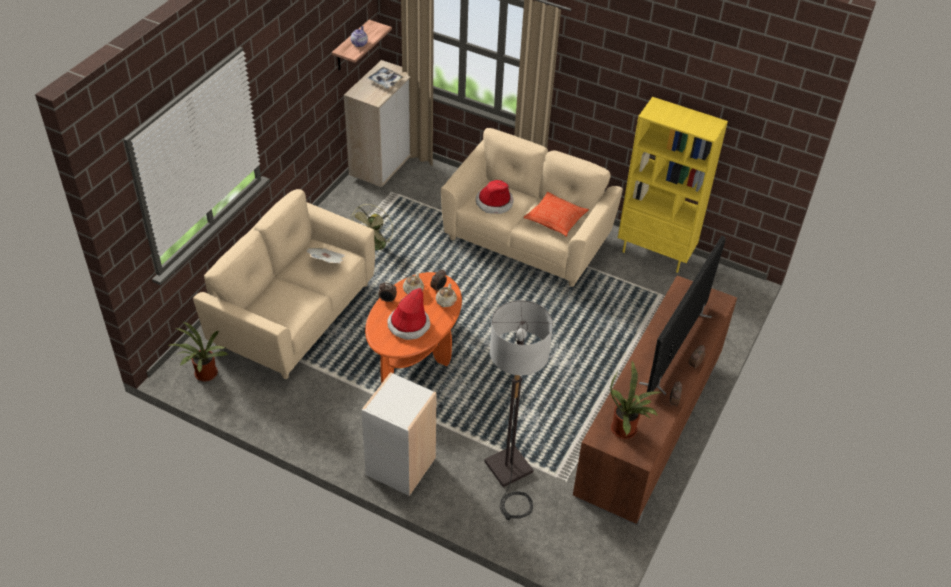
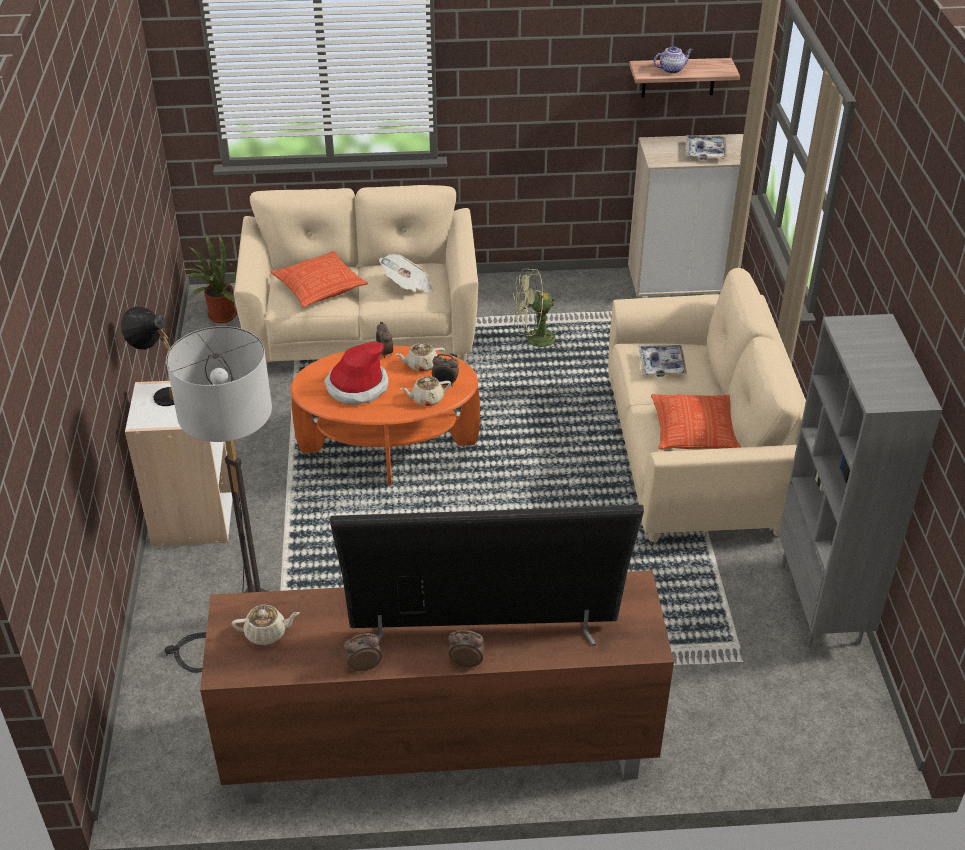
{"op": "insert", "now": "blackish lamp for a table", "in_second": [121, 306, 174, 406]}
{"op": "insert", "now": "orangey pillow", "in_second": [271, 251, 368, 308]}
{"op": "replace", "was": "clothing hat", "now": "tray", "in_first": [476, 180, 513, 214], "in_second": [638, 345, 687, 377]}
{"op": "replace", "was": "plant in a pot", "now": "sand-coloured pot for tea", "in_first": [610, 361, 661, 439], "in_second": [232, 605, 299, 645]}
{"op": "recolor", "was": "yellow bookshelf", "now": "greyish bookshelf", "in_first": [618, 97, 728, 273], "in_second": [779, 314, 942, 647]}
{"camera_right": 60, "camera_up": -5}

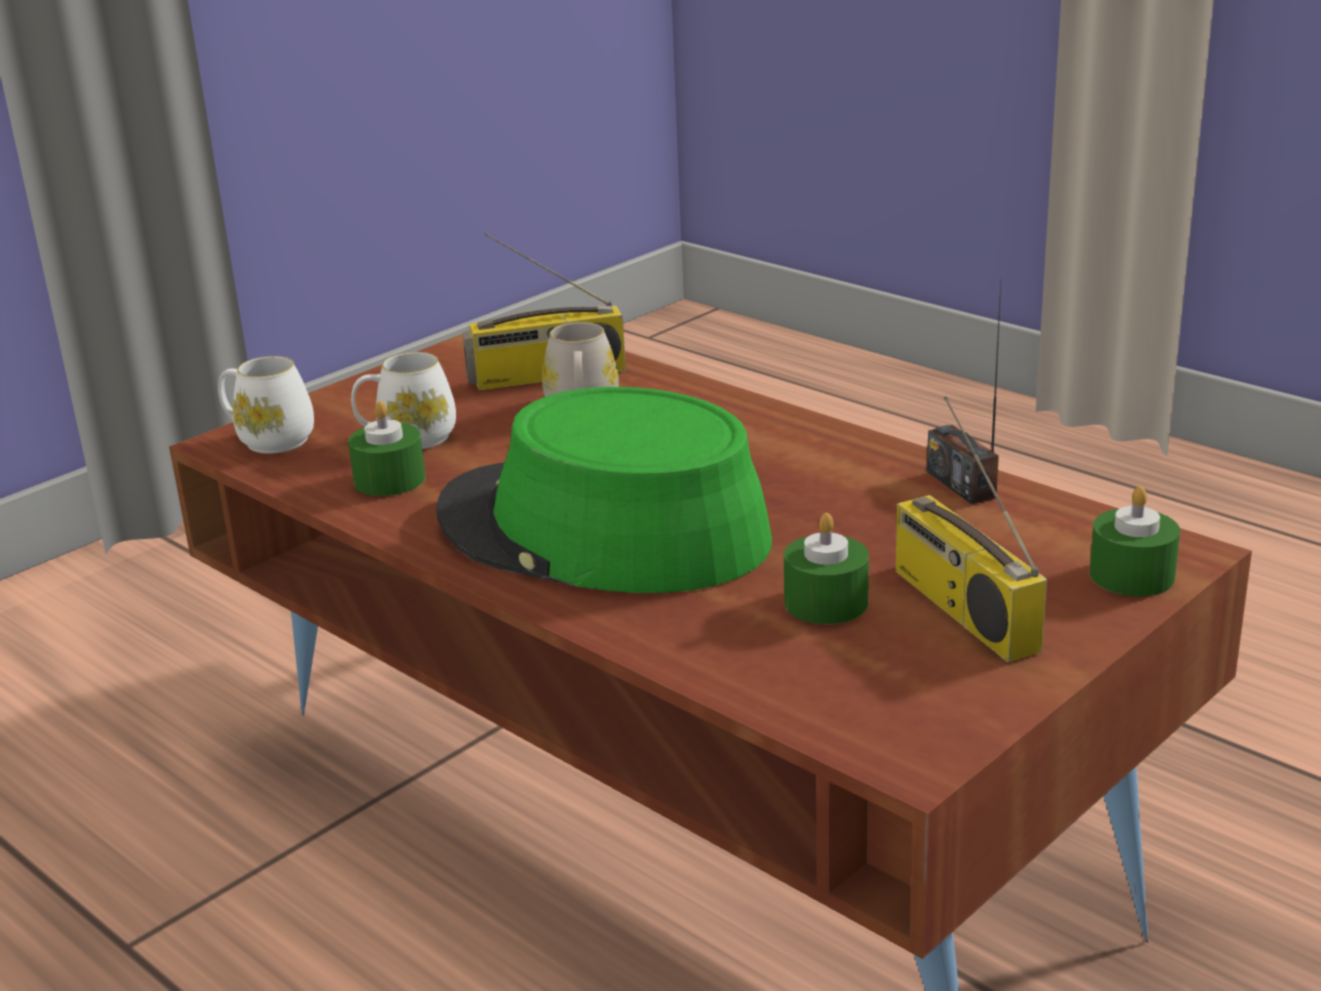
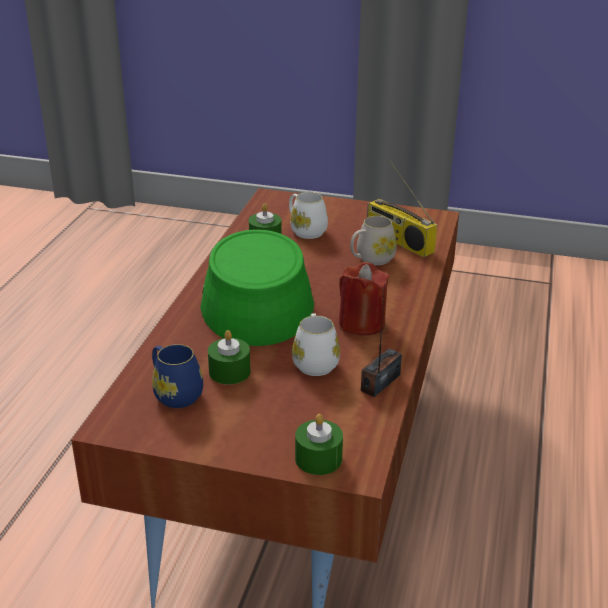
{"op": "delete", "was": "radio set", "in_first": [896, 396, 1047, 662]}
{"op": "insert", "now": "blue coffee mug", "in_second": [152, 344, 203, 408]}
{"op": "insert", "now": "red-coloured candle", "in_second": [339, 262, 389, 336]}
{"op": "move", "was": "whitish coffee mug", "in_first": [218, 356, 314, 453], "in_second": [292, 313, 340, 376]}
{"camera_right": 60, "camera_up": 5}

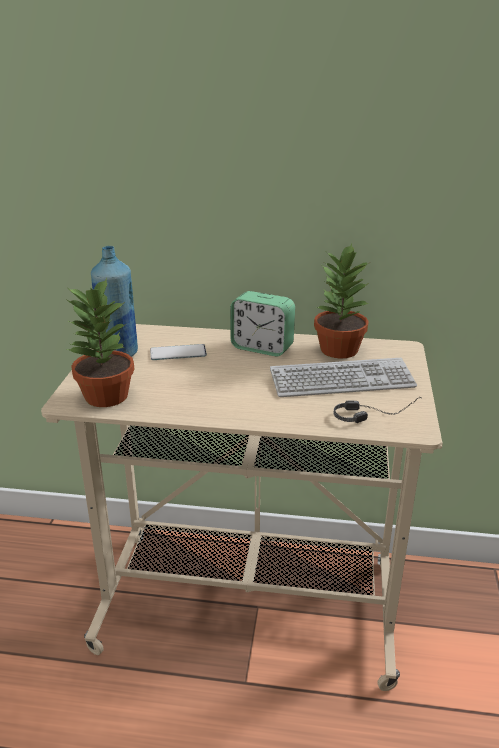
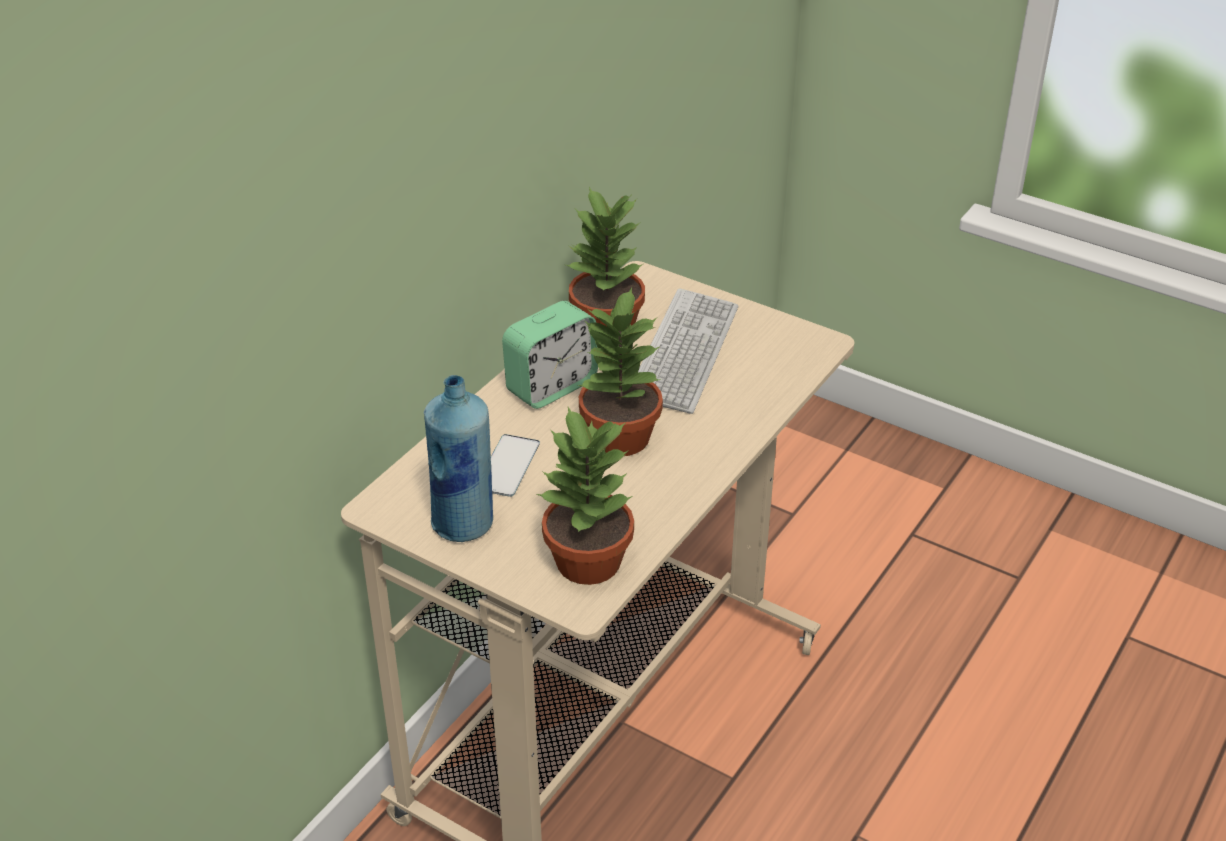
{"op": "delete", "was": "headphones", "in_first": [333, 397, 421, 423]}
{"op": "insert", "now": "plant in a pot", "in_second": [578, 288, 663, 456]}
{"camera_right": -65, "camera_up": 10}

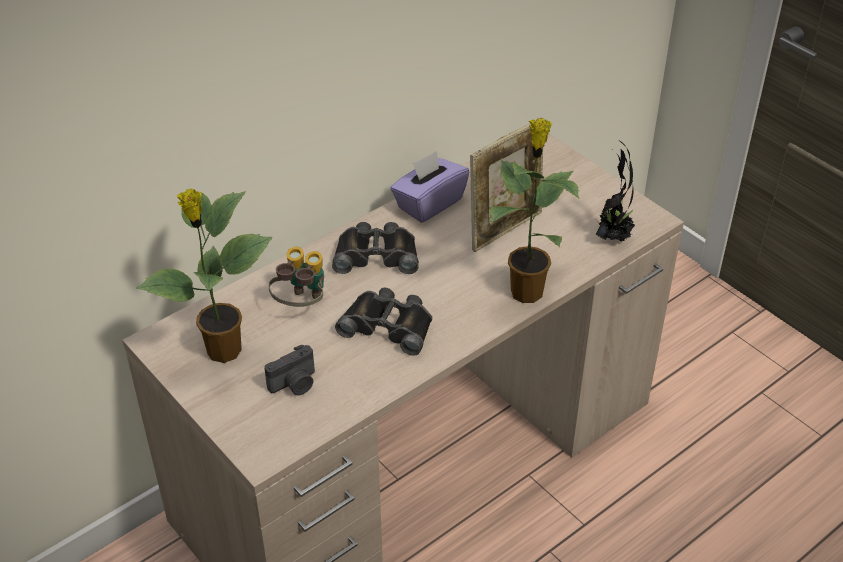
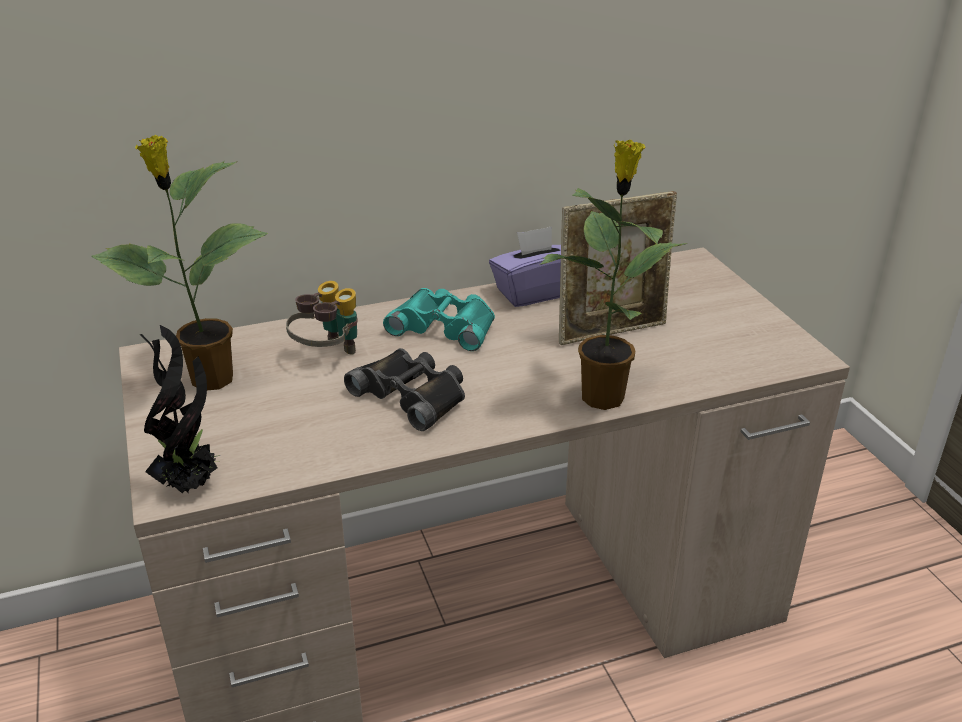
{"op": "delete", "was": "photo camera", "in_first": [264, 345, 315, 395]}
{"op": "move", "was": "plant in a pot", "in_first": [595, 141, 635, 242], "in_second": [139, 325, 220, 493]}
{"op": "recolor", "was": "blackish pair of binoculars", "now": "turquoise pair of binoculars", "in_first": [332, 222, 419, 274], "in_second": [383, 288, 495, 351]}
{"camera_right": 20, "camera_up": -10}

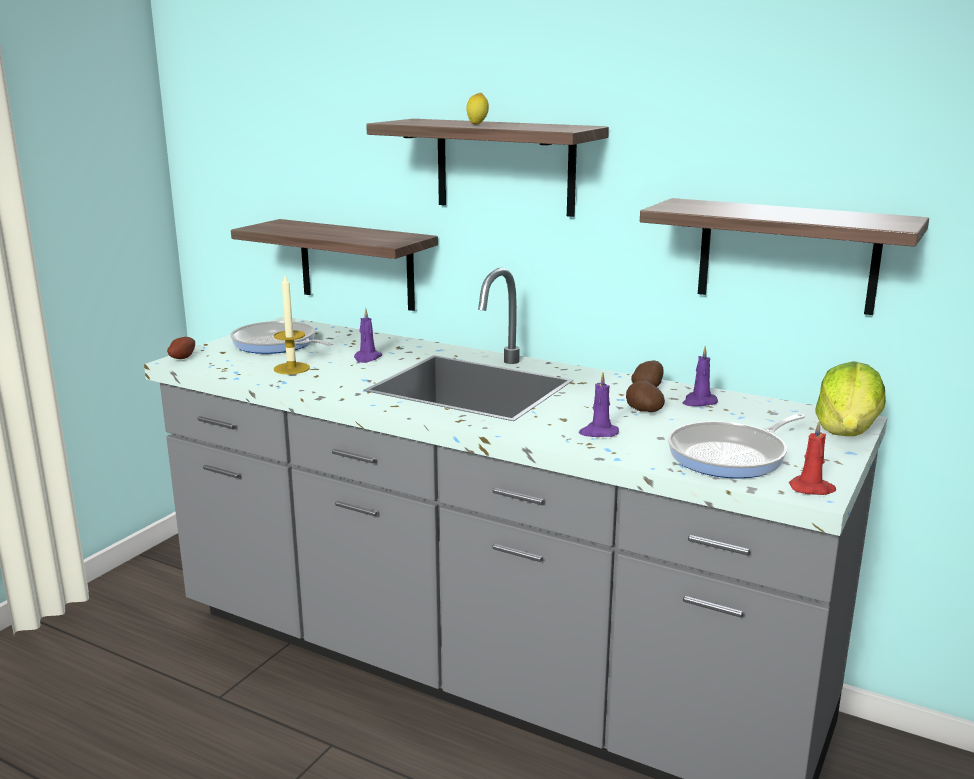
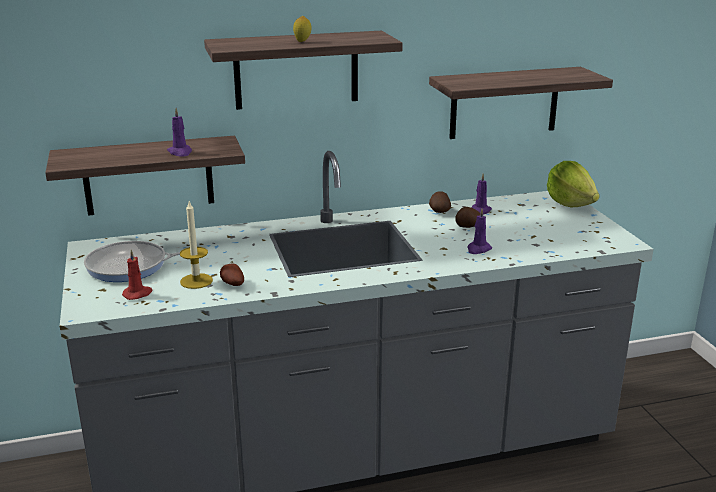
{"op": "delete", "was": "pan", "in_first": [668, 414, 805, 478]}
{"op": "move", "was": "potato", "in_first": [167, 337, 195, 359], "in_second": [220, 264, 244, 286]}
{"op": "move", "was": "purplish candle", "in_first": [354, 308, 382, 363], "in_second": [167, 108, 192, 157]}
{"op": "move", "was": "red-coloured candle", "in_first": [789, 420, 836, 495], "in_second": [122, 249, 153, 300]}
{"camera_right": -45, "camera_up": 5}

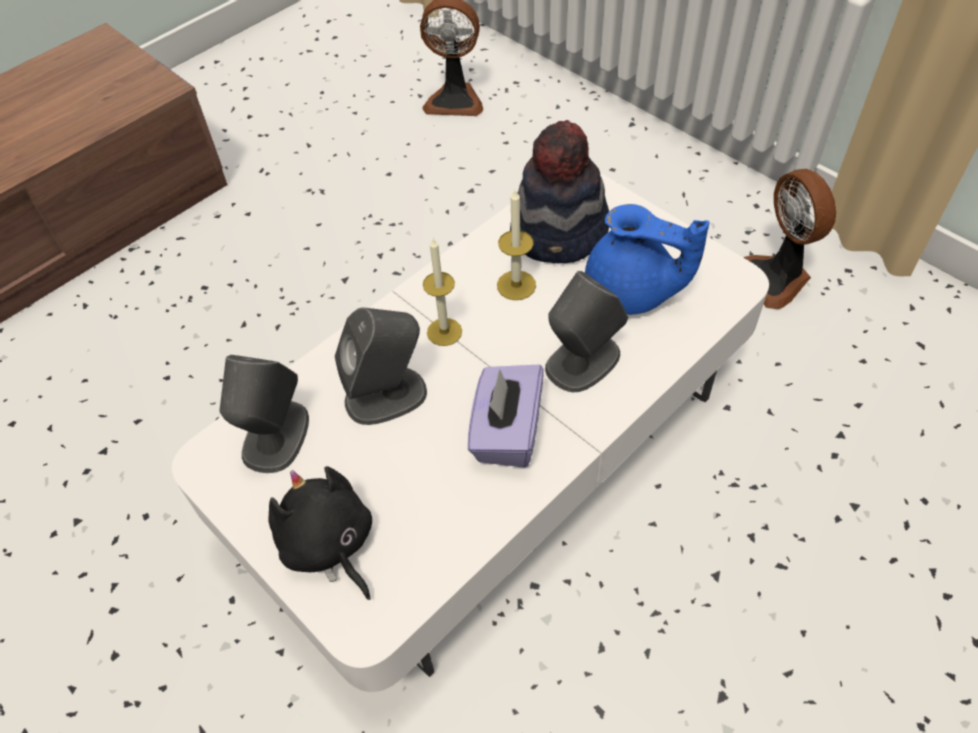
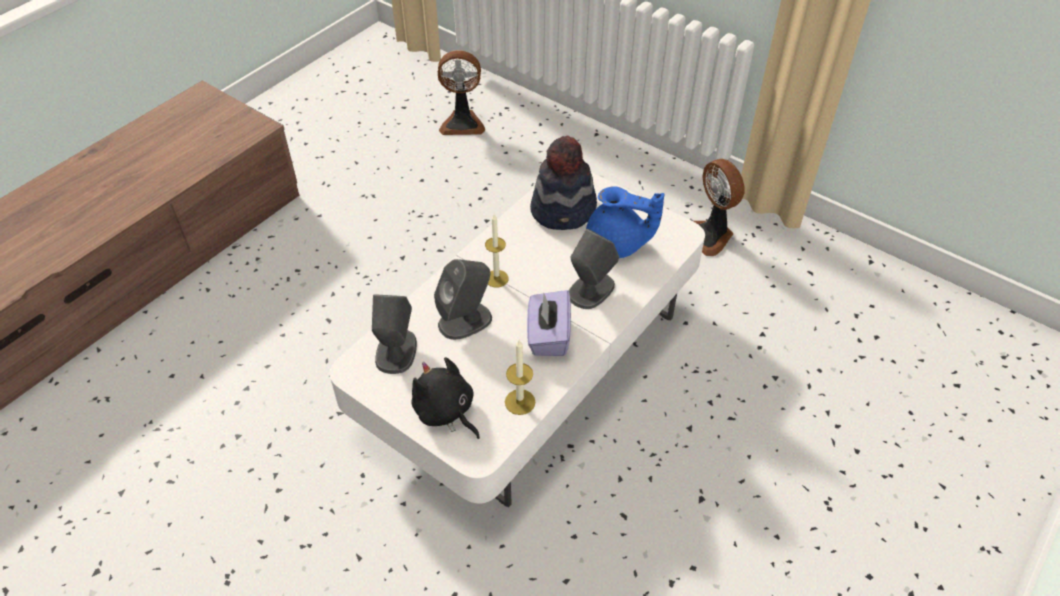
{"op": "move", "was": "candle", "in_first": [497, 190, 536, 300], "in_second": [505, 340, 535, 415]}
{"camera_right": -10, "camera_up": -5}

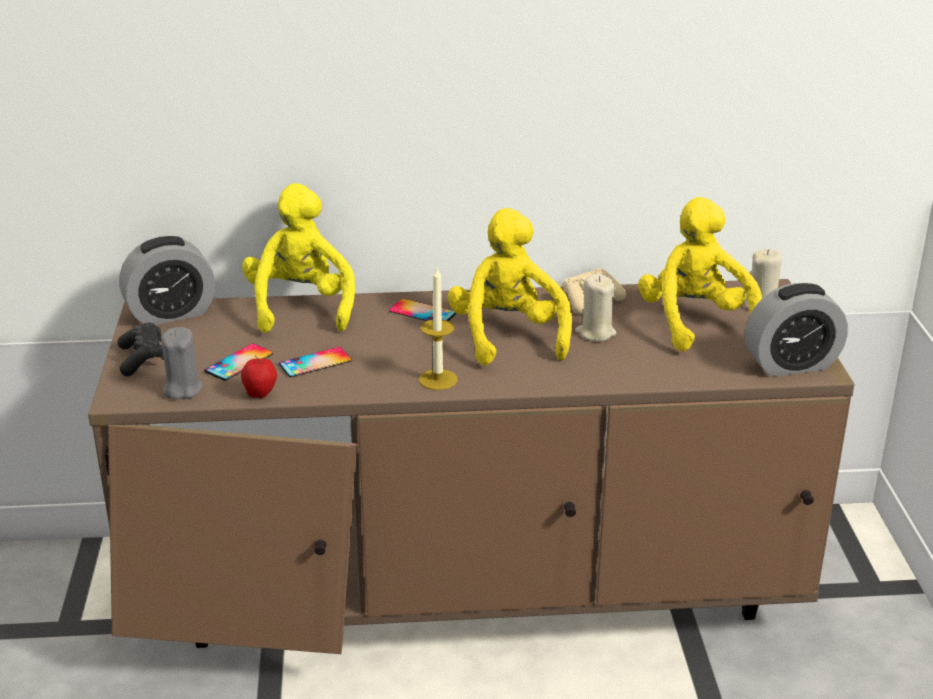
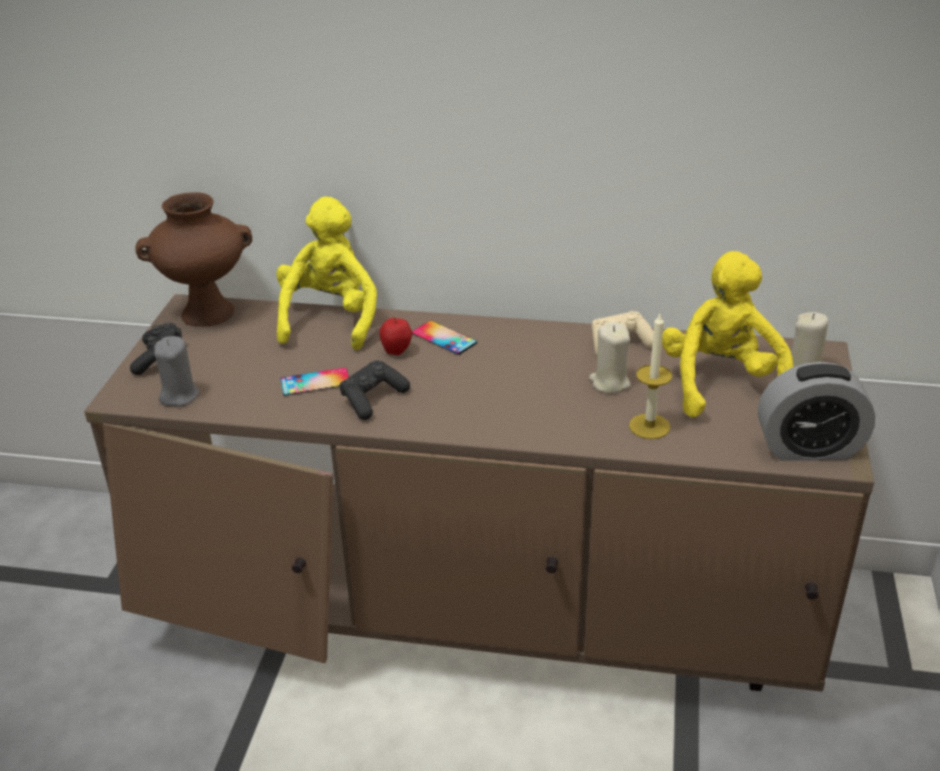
{"op": "delete", "was": "telephone", "in_first": [204, 343, 273, 381]}
{"op": "delete", "was": "yellow cuddly toy", "in_first": [448, 208, 572, 366]}
{"op": "insert", "now": "blackish joypad", "in_second": [339, 360, 410, 420]}
{"op": "move", "was": "apple fruit", "in_first": [241, 356, 277, 398], "in_second": [379, 316, 412, 355]}
{"op": "move", "was": "candle", "in_first": [419, 268, 457, 390], "in_second": [629, 314, 673, 439]}
{"op": "replace", "was": "alarm clock", "now": "brownish vase", "in_first": [119, 236, 215, 325], "in_second": [136, 192, 252, 327]}
{"camera_right": 15, "camera_up": 5}

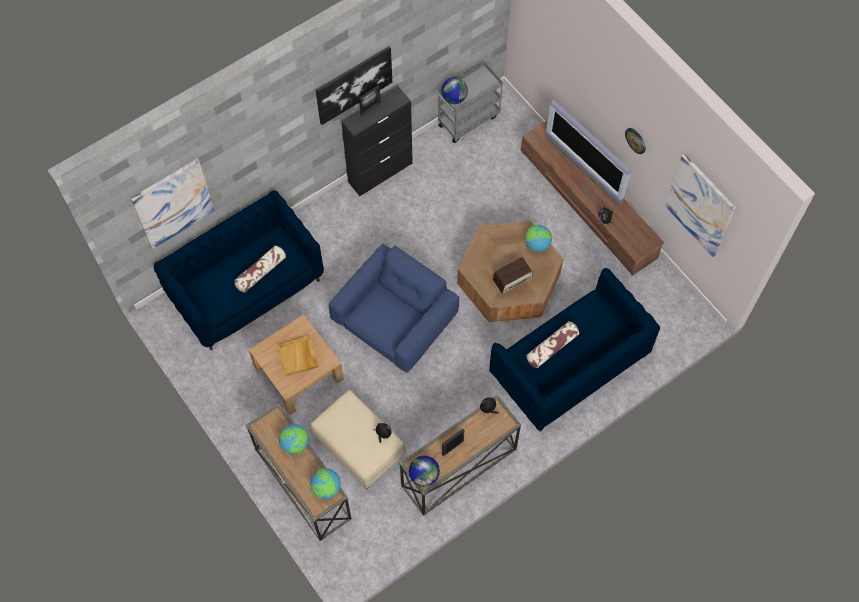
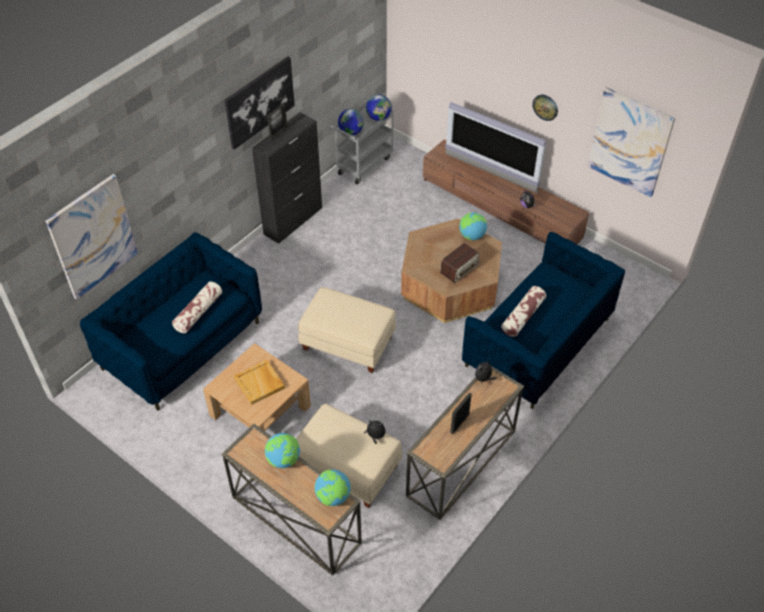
{"op": "move", "was": "desk globe", "in_first": [409, 456, 440, 487], "in_second": [366, 95, 392, 121]}
{"op": "replace", "was": "blue lounge chair", "now": "sand-coloured footrest", "in_first": [329, 244, 459, 373], "in_second": [298, 287, 396, 373]}
{"camera_right": -15, "camera_up": -15}

